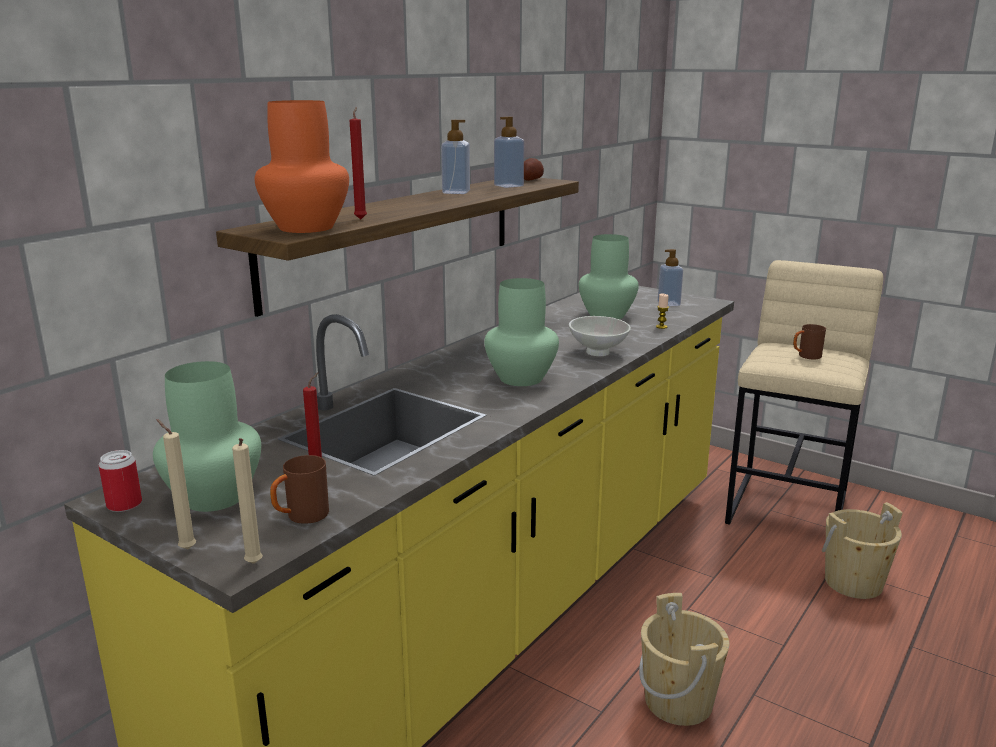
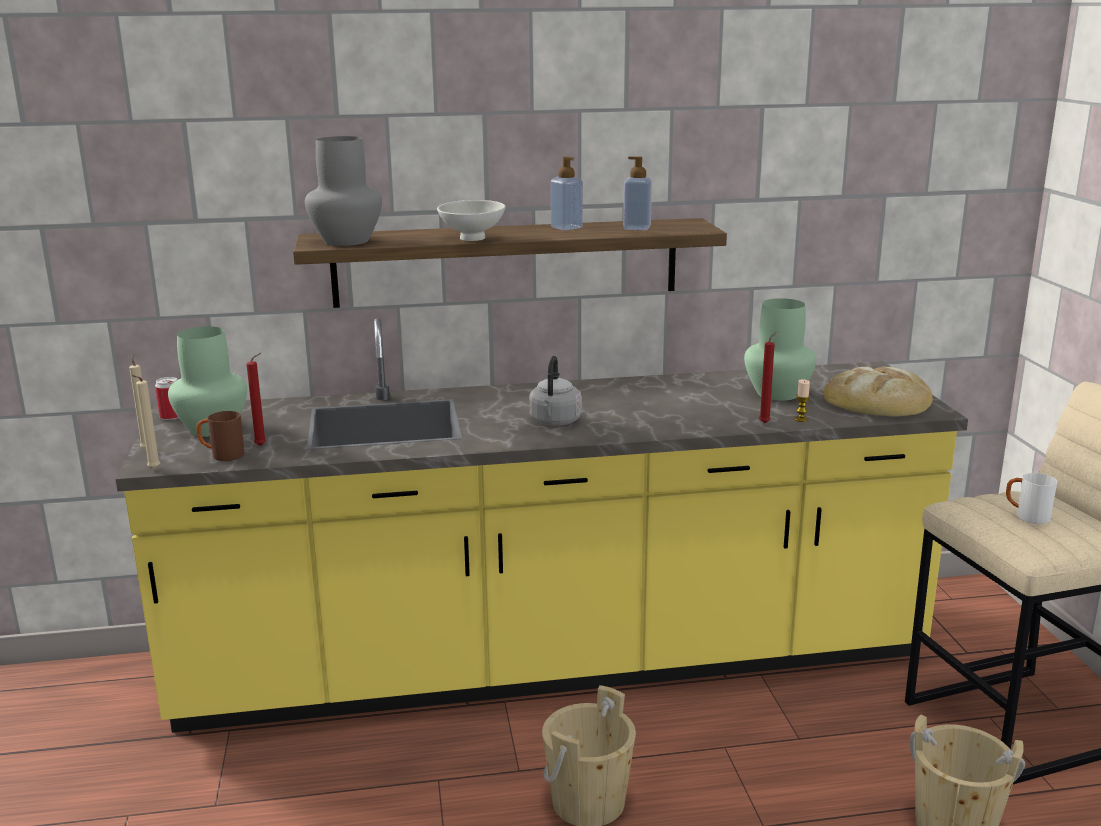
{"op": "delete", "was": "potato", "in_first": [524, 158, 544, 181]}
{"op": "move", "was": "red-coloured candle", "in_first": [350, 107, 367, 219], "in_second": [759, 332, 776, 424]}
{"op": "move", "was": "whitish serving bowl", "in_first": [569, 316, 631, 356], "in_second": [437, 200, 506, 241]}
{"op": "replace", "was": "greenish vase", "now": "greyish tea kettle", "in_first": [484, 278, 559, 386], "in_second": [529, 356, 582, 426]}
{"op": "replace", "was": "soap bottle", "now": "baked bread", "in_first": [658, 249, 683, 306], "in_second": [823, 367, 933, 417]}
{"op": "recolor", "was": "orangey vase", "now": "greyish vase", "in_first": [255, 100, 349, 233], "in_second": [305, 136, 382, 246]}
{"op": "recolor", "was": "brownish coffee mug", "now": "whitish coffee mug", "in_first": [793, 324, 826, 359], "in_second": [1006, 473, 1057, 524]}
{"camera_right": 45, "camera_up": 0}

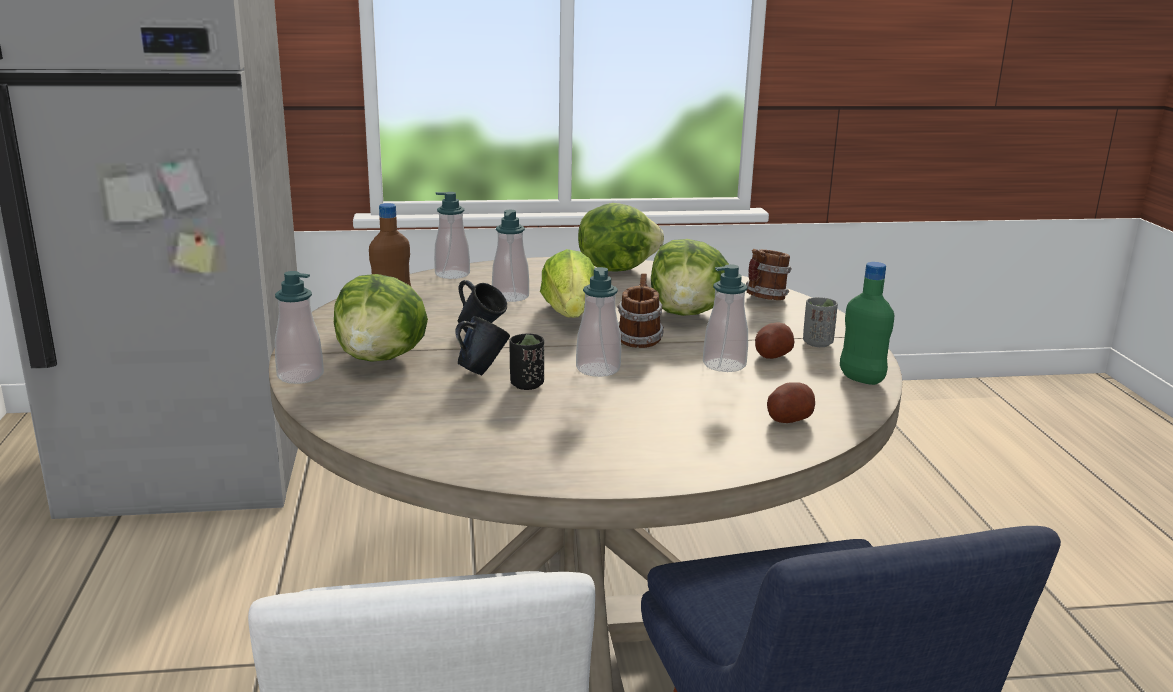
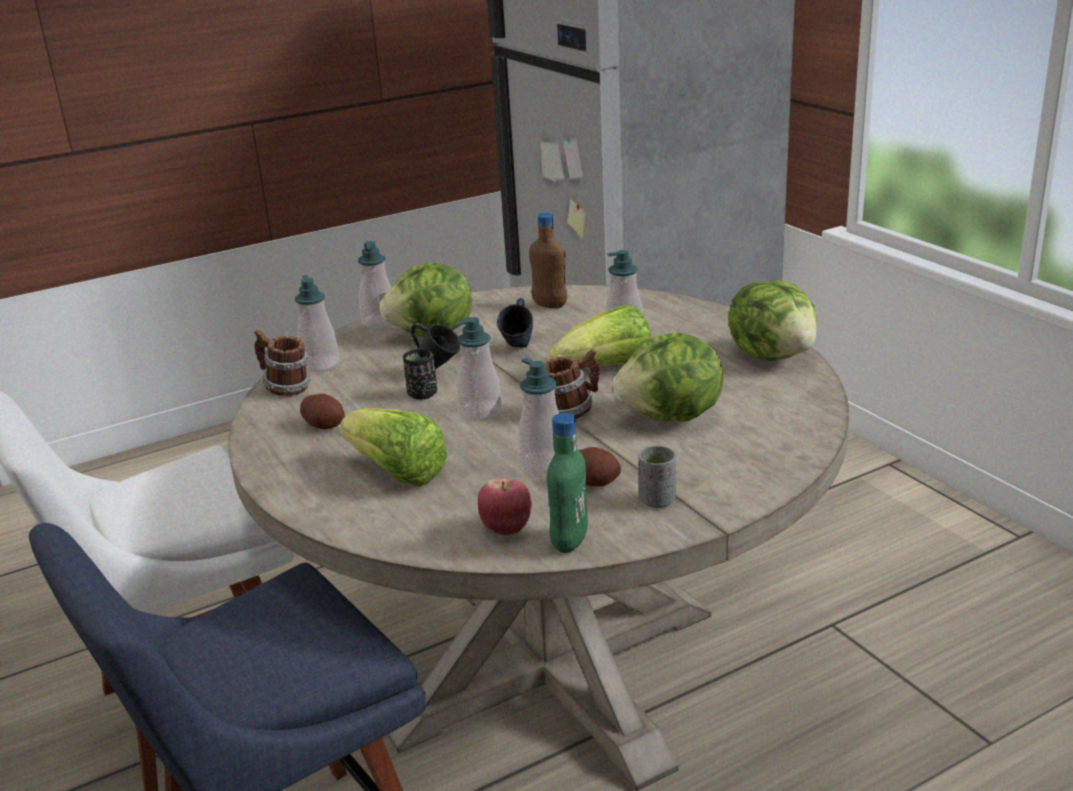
{"op": "insert", "now": "lettuce head", "in_second": [339, 408, 448, 487]}
{"op": "insert", "now": "apple fruit", "in_second": [478, 478, 532, 535]}
{"op": "move", "was": "soap bottle", "in_first": [434, 192, 470, 279], "in_second": [295, 275, 339, 372]}
{"op": "move", "was": "coffee mug", "in_first": [746, 249, 792, 300], "in_second": [254, 330, 311, 396]}
{"op": "move", "was": "potato", "in_first": [767, 382, 815, 423], "in_second": [300, 394, 345, 429]}
{"camera_right": 70, "camera_up": 5}

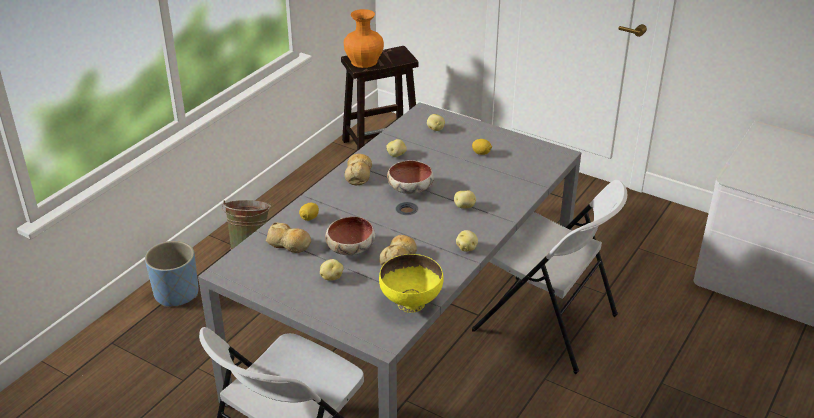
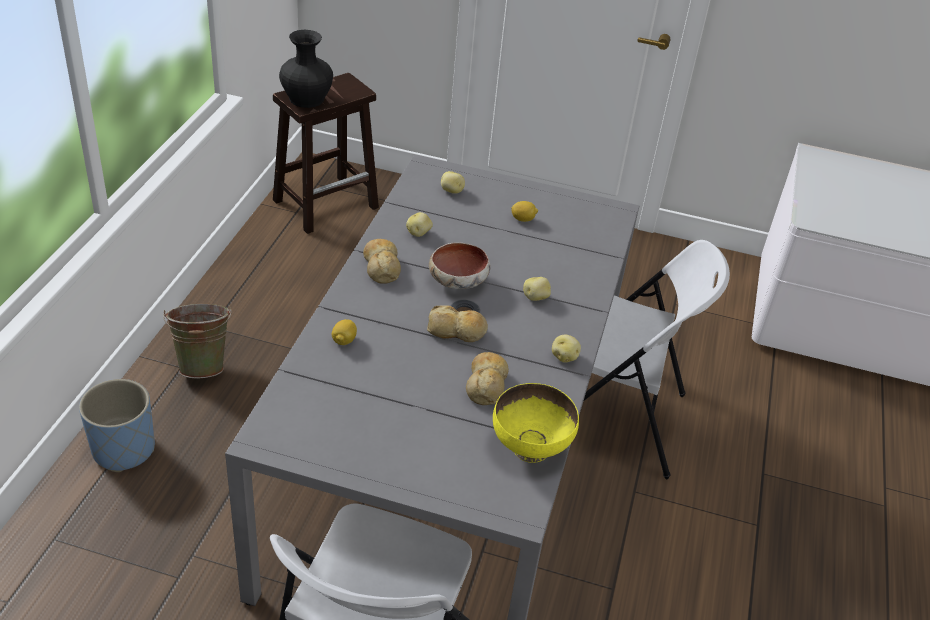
{"op": "delete", "was": "potato", "in_first": [320, 259, 344, 281]}
{"op": "delete", "was": "serving bowl", "in_first": [325, 217, 375, 255]}
{"op": "move", "was": "baked bread", "in_first": [266, 222, 311, 253], "in_second": [427, 305, 488, 342]}
{"op": "recolor", "was": "orangey vase", "now": "blackish vase", "in_first": [344, 9, 384, 68], "in_second": [279, 30, 333, 108]}
{"camera_right": -20, "camera_up": 5}

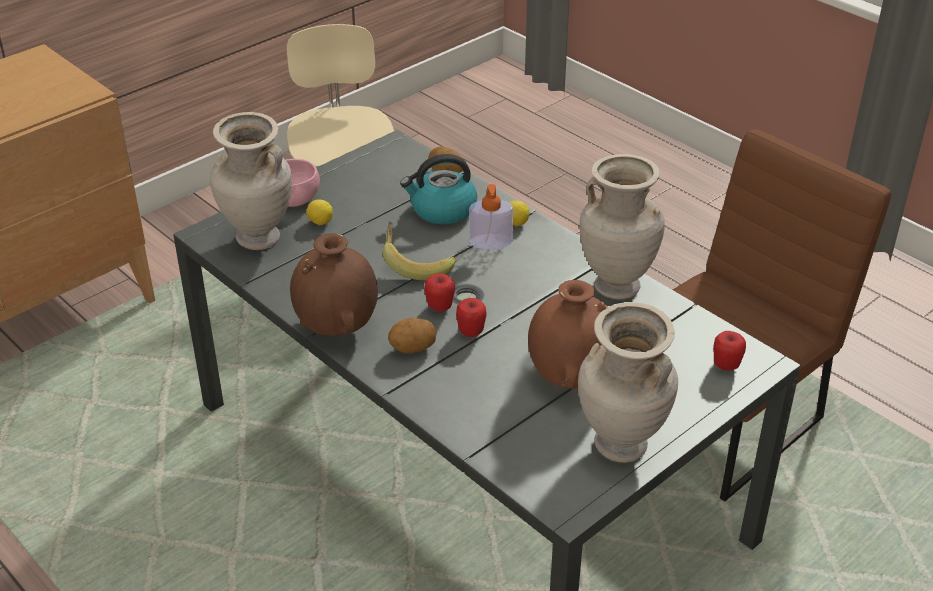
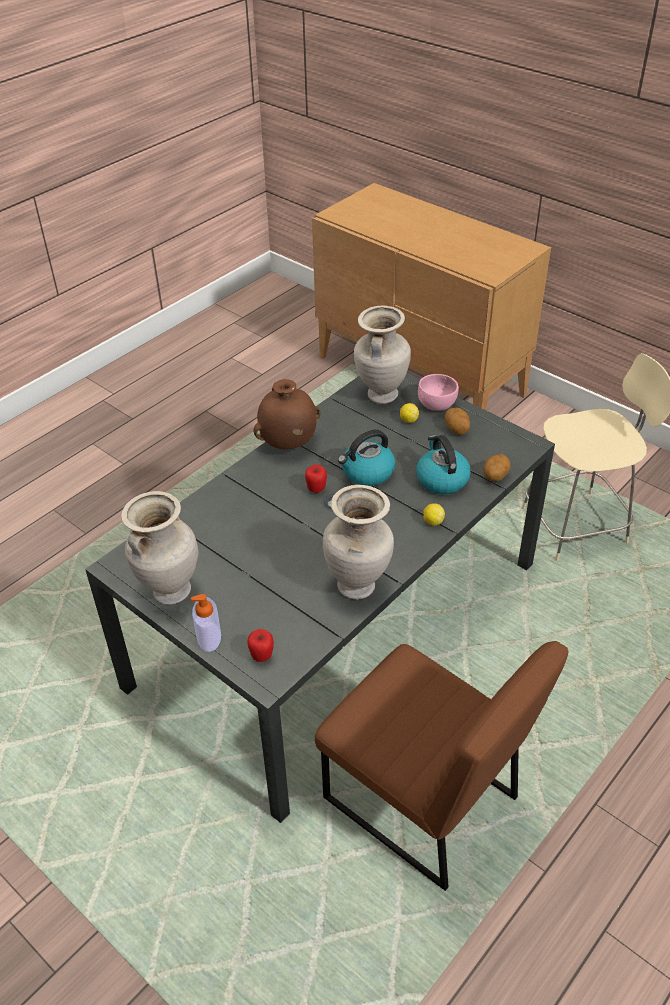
{"op": "delete", "was": "apple fruit", "in_first": [456, 298, 486, 337]}
{"op": "delete", "was": "brownish vase", "in_first": [528, 280, 608, 389]}
{"op": "move", "was": "potato", "in_first": [388, 317, 437, 353], "in_second": [445, 408, 470, 435]}
{"op": "move", "was": "soap bottle", "in_first": [469, 184, 513, 249], "in_second": [191, 594, 221, 652]}
{"op": "replace", "was": "whole banana", "now": "tea kettle", "in_first": [382, 221, 456, 280], "in_second": [338, 430, 395, 486]}
{"camera_right": 85, "camera_up": 5}

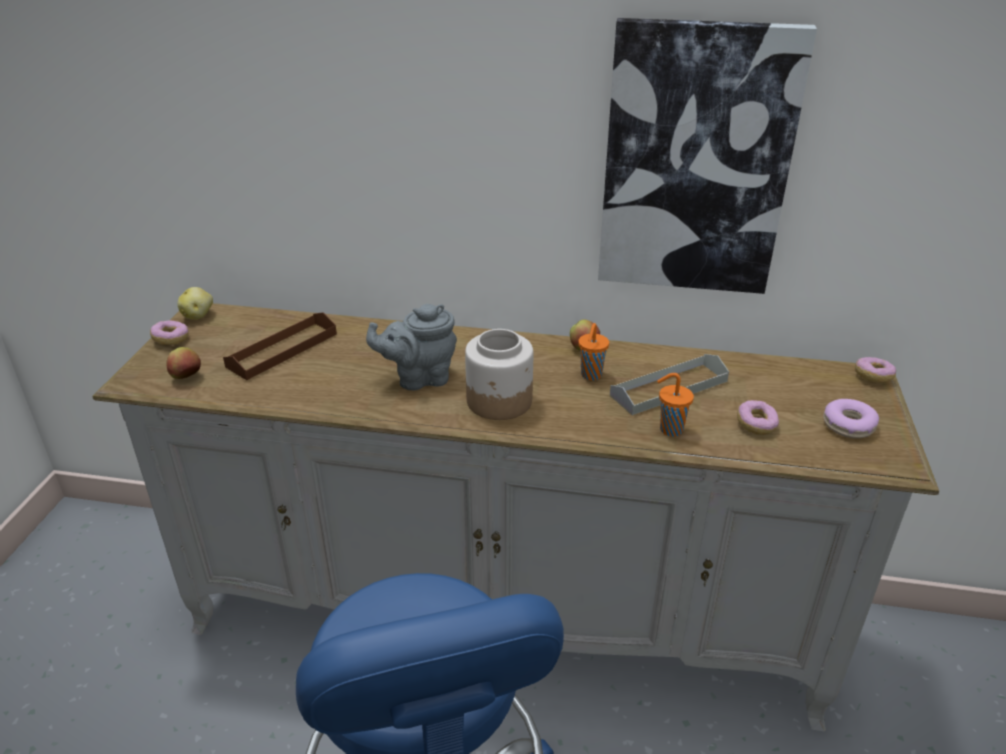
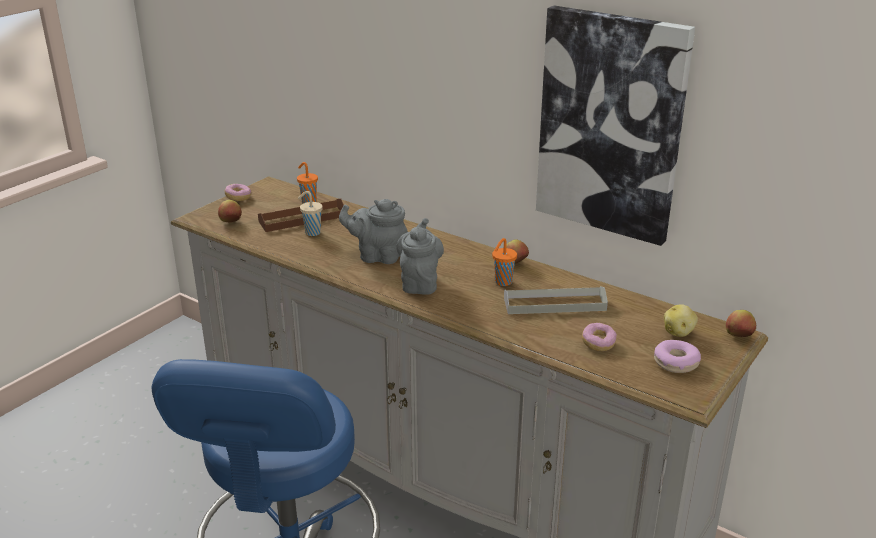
{"op": "insert", "now": "sand-coloured small cup", "in_second": [298, 191, 323, 236]}
{"op": "move", "was": "potato", "in_first": [178, 287, 213, 319], "in_second": [664, 304, 698, 337]}
{"op": "move", "was": "orangey small cup", "in_first": [657, 373, 694, 437], "in_second": [297, 162, 318, 204]}
{"op": "replace", "was": "jar", "now": "greyish pot for tea", "in_first": [465, 329, 534, 420], "in_second": [396, 218, 444, 295]}
{"op": "replace", "was": "ring doughnut", "now": "apple fruit", "in_first": [855, 357, 896, 383], "in_second": [726, 310, 756, 337]}
{"camera_right": 25, "camera_up": -5}

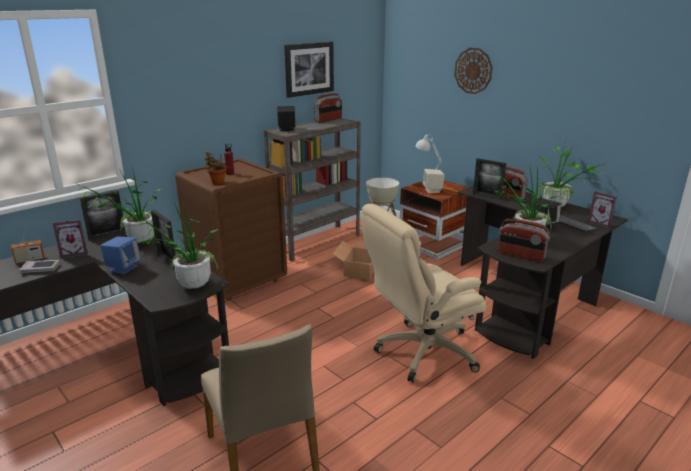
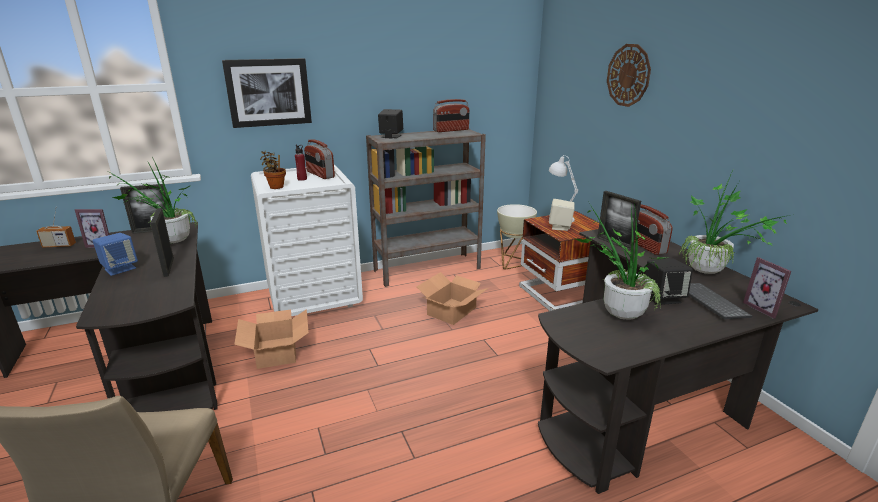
{"op": "delete", "was": "book", "in_first": [20, 260, 60, 273]}
{"op": "delete", "was": "plant in a pot", "in_first": [129, 197, 219, 289]}
{"op": "delete", "was": "sand-coloured office chair", "in_first": [361, 204, 486, 383]}
{"op": "insert", "now": "packing box", "in_second": [234, 309, 309, 369]}
{"op": "move", "was": "wall picture", "in_first": [284, 42, 334, 98], "in_second": [222, 58, 312, 128]}
{"op": "move", "was": "radio set", "in_first": [498, 218, 550, 262], "in_second": [304, 139, 335, 179]}
{"op": "recolor", "was": "brownish dresser", "now": "whitish dresser", "in_first": [175, 159, 287, 300], "in_second": [251, 165, 363, 316]}
{"camera_right": 20, "camera_up": 0}

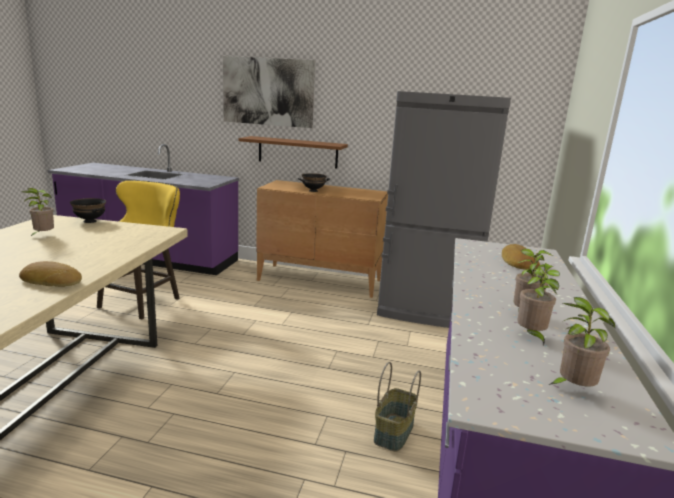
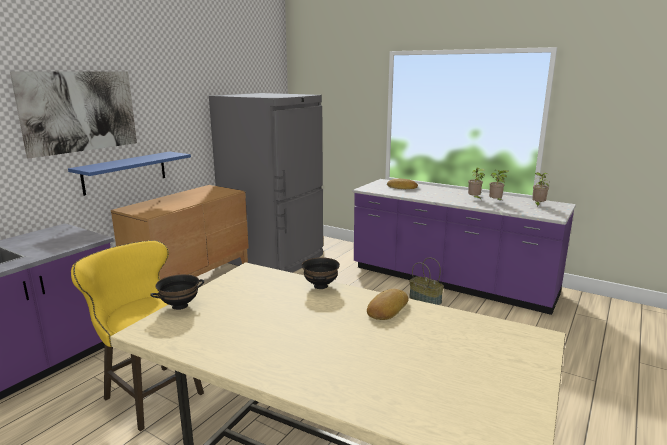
{"op": "delete", "was": "plant in a pot", "in_first": [22, 188, 54, 238]}
{"op": "move", "was": "blackish serving bowl", "in_first": [298, 173, 330, 192], "in_second": [302, 257, 340, 289]}
{"op": "recolor", "was": "brownish wall shelf", "now": "blue wall shelf", "in_first": [238, 136, 348, 169], "in_second": [68, 152, 191, 196]}
{"camera_right": -70, "camera_up": 0}

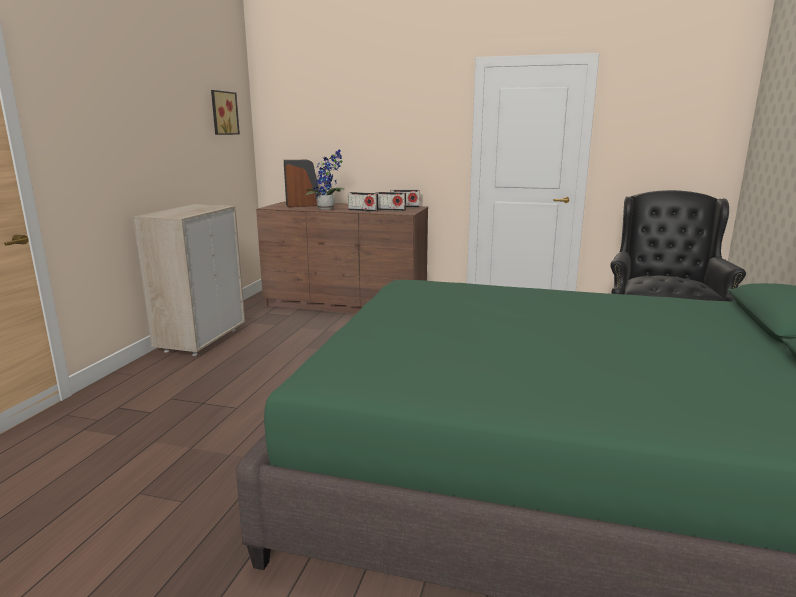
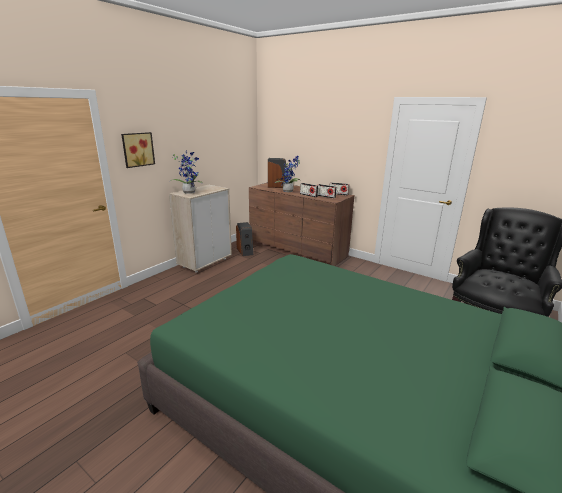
{"op": "insert", "now": "plant in a pot", "in_second": [171, 150, 203, 194]}
{"op": "insert", "now": "loudspeaker", "in_second": [236, 222, 253, 256]}
{"op": "move", "was": "wall picture", "in_first": [211, 90, 240, 135], "in_second": [121, 132, 155, 168]}
{"camera_right": 20, "camera_up": 5}

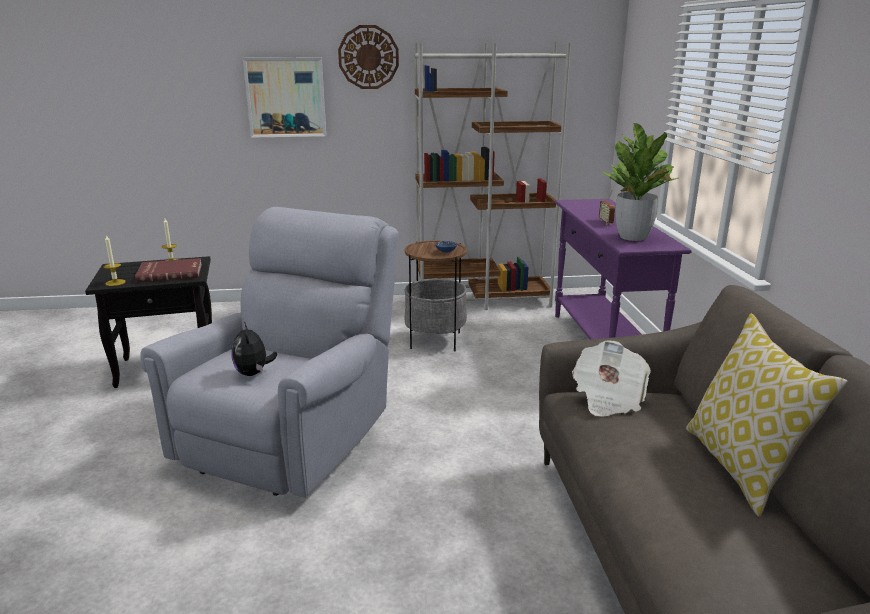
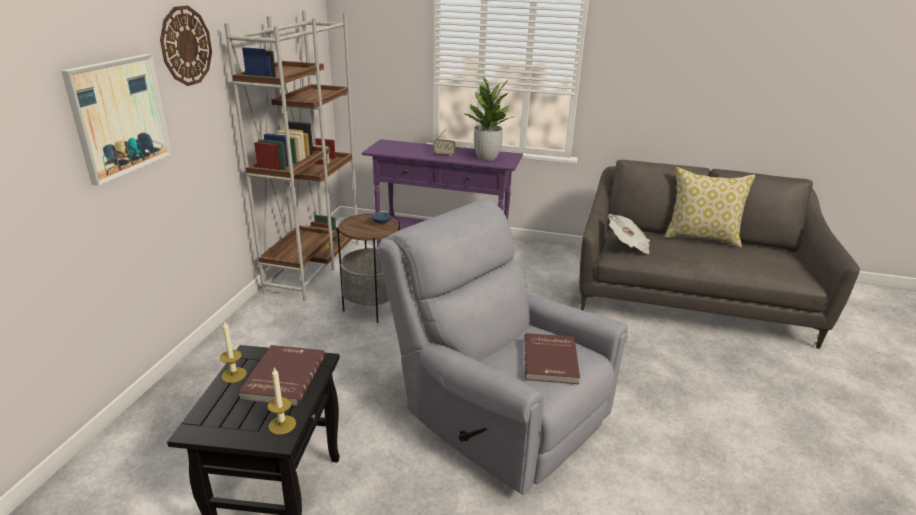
{"op": "replace", "was": "cuddly toy", "now": "red-coloured book", "in_first": [232, 322, 277, 376], "in_second": [525, 333, 580, 384]}
{"camera_right": -70, "camera_up": 5}

